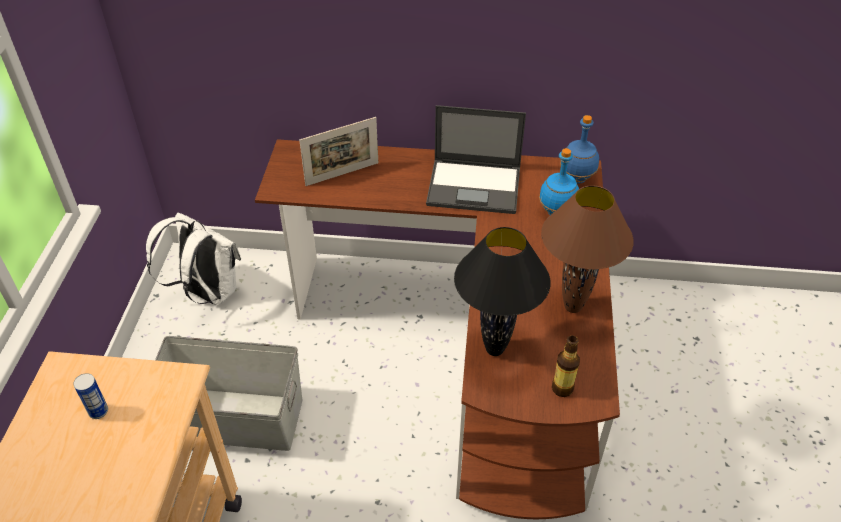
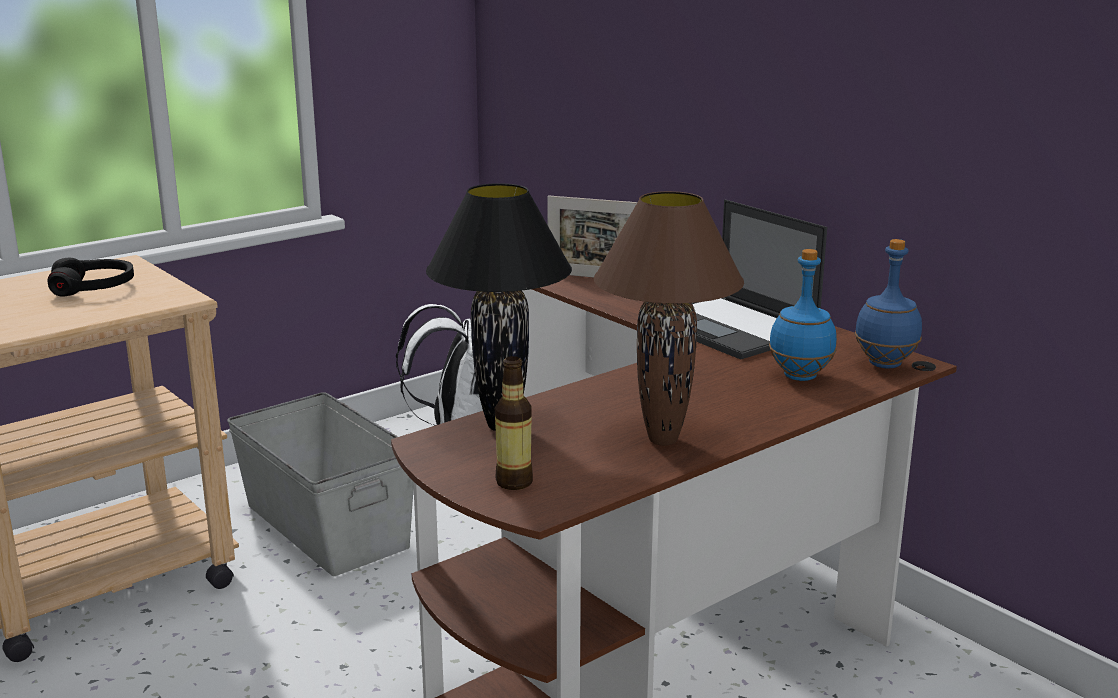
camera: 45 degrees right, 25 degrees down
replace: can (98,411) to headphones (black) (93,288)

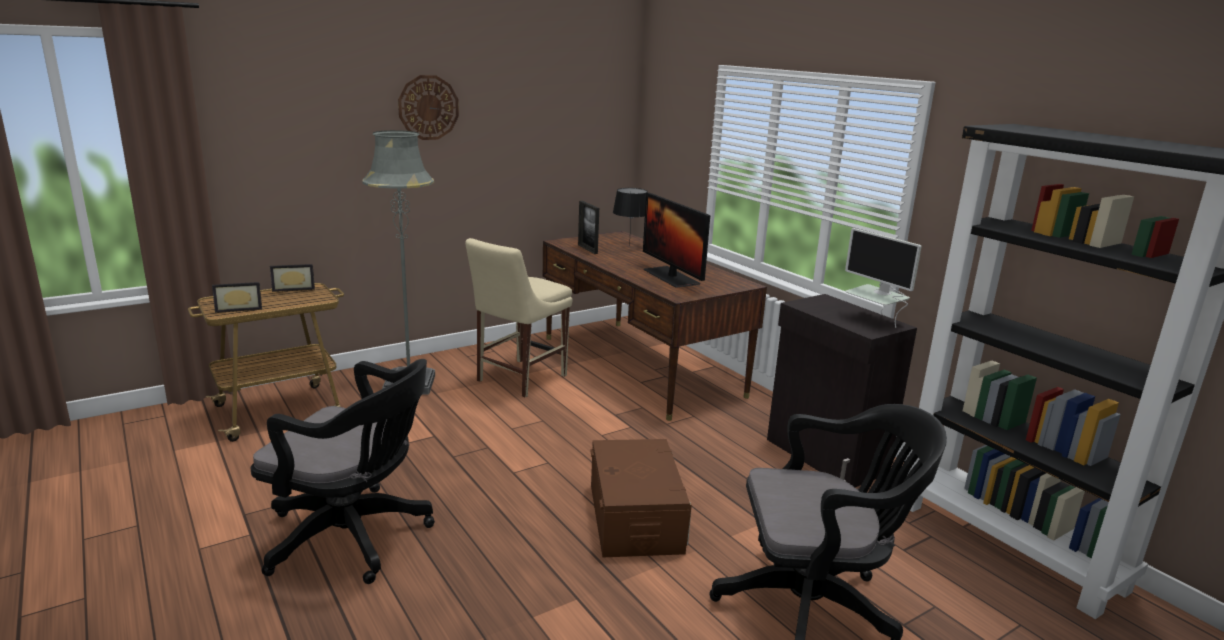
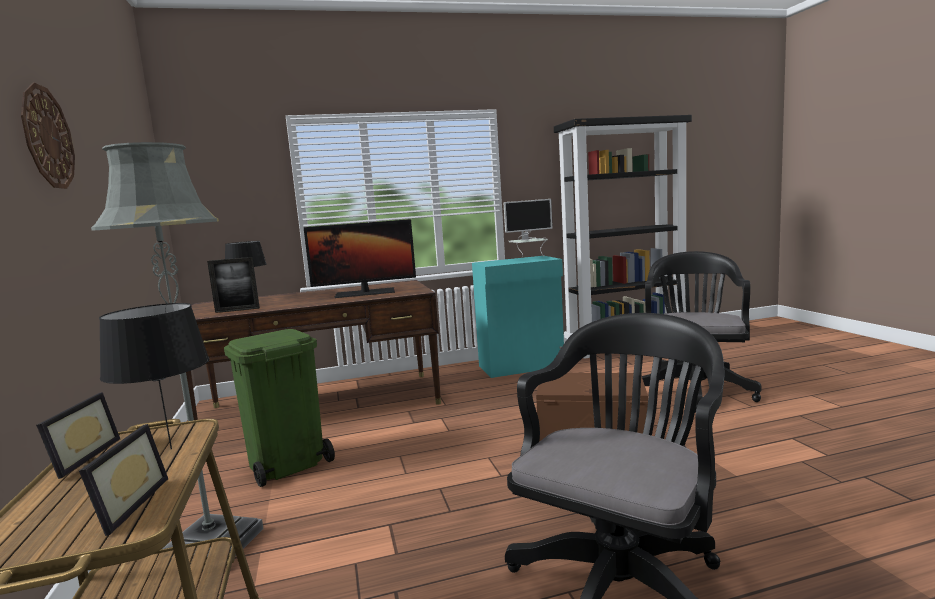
camera: 70 degrees left, 10 degrees down
insert: lamp for a table (black) (170,449)
replace: upright chair (beige) (518,379) to rubbish bin (green-coloured) (286,464)
recolor: cabinet (black) (825,456) to cabinet (blue-green) (522,366)

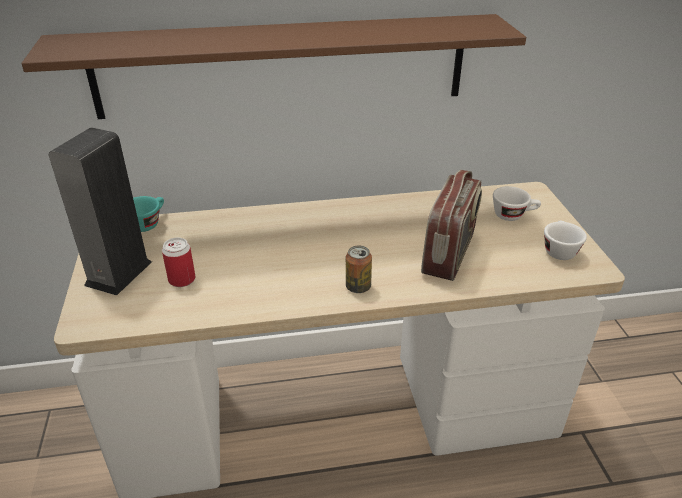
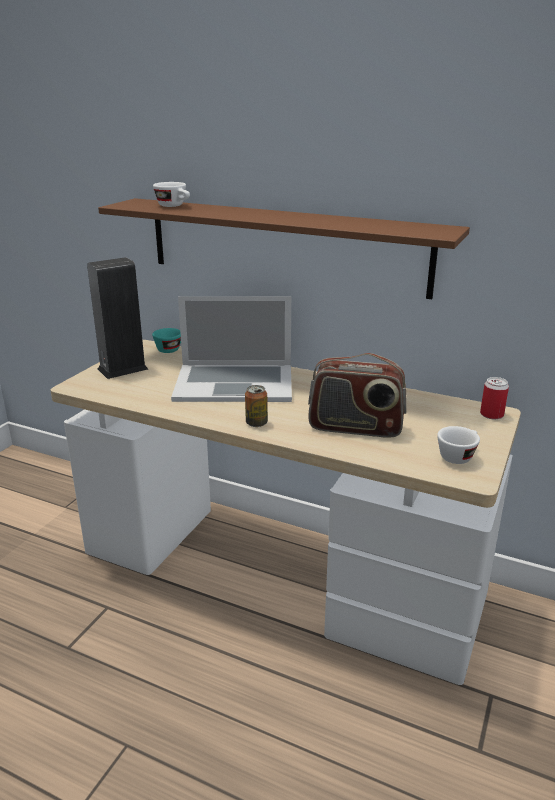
camera: 35 degrees right, 10 degrees down
insert: notebook computer (234,383)
move: can (182,279) to (491,415); drinking cup (white) (513,215) to (174,206)
rotate: radio (449,254) = (355,427) 45 degrees clockwise

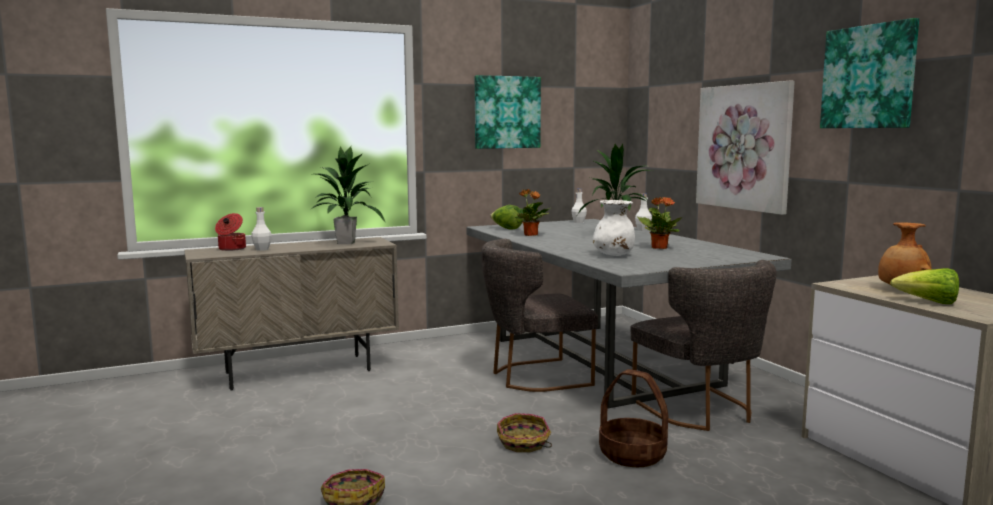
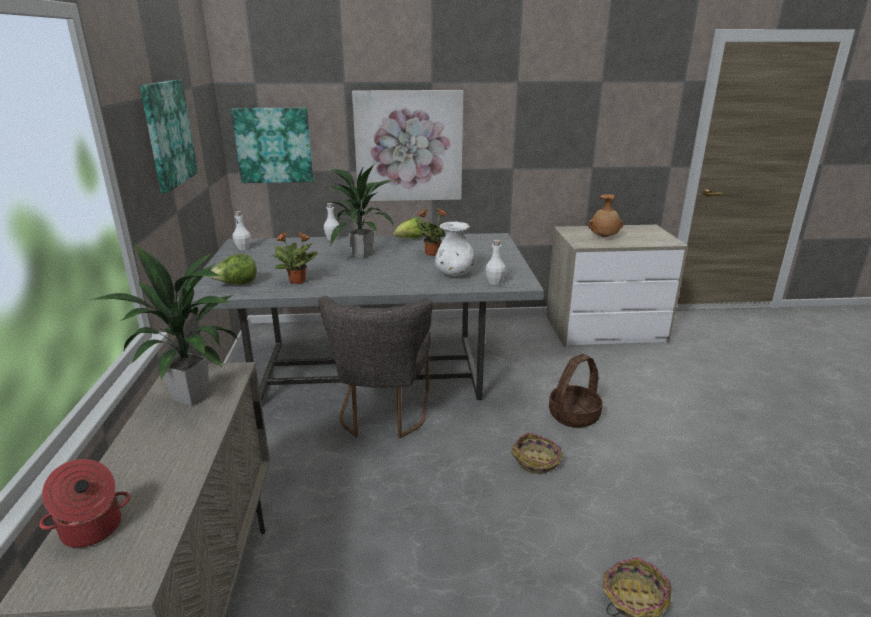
camera: 70 degrees left, 15 degrees up
delete: upright chair (gray) (701,411)
move: drink bottle (white) (262,249) to (494,282); wall art (868,77) to (274,145); lettuce (928,302) to (410,239)

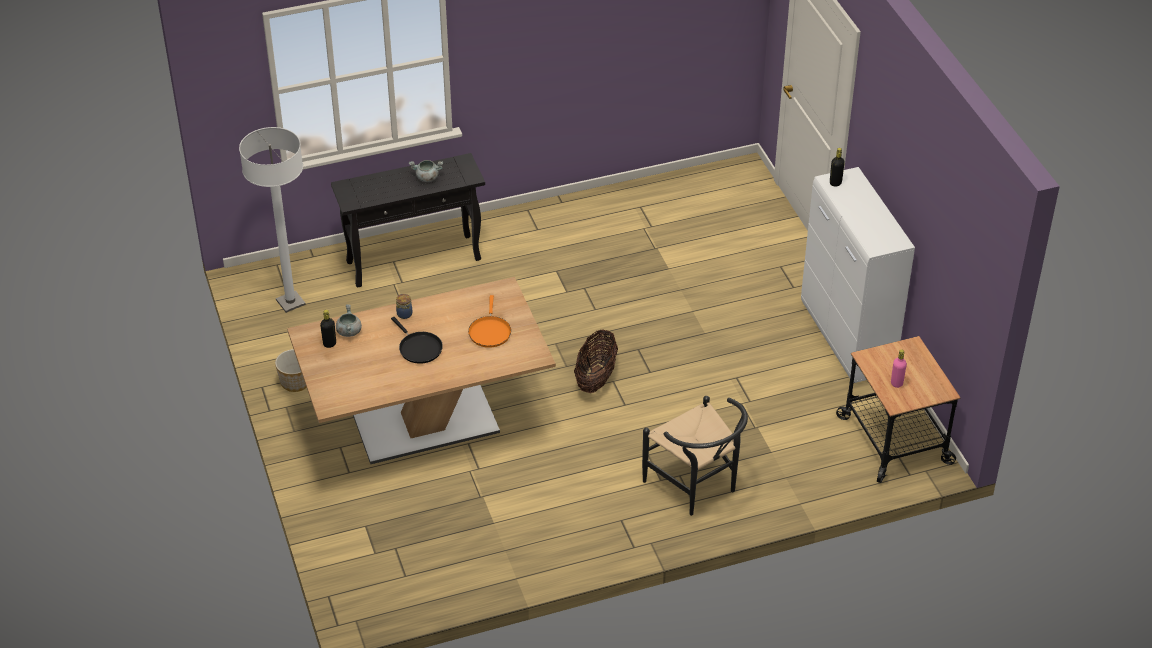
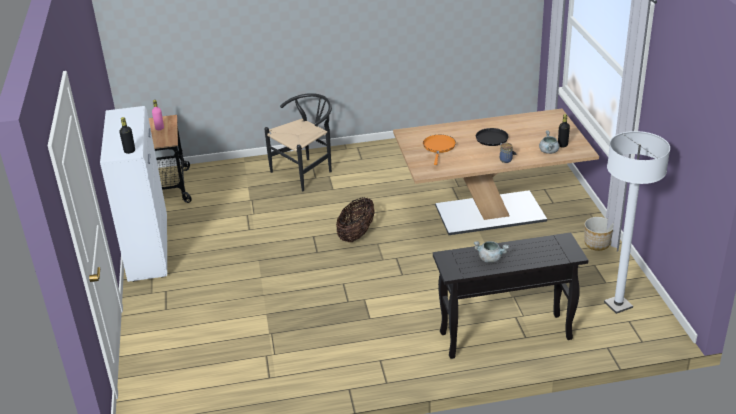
camera: 170 degrees left, 10 degrees down
rotate: upright chair (black) (697,487) = (306,171) 75 degrees clockwise

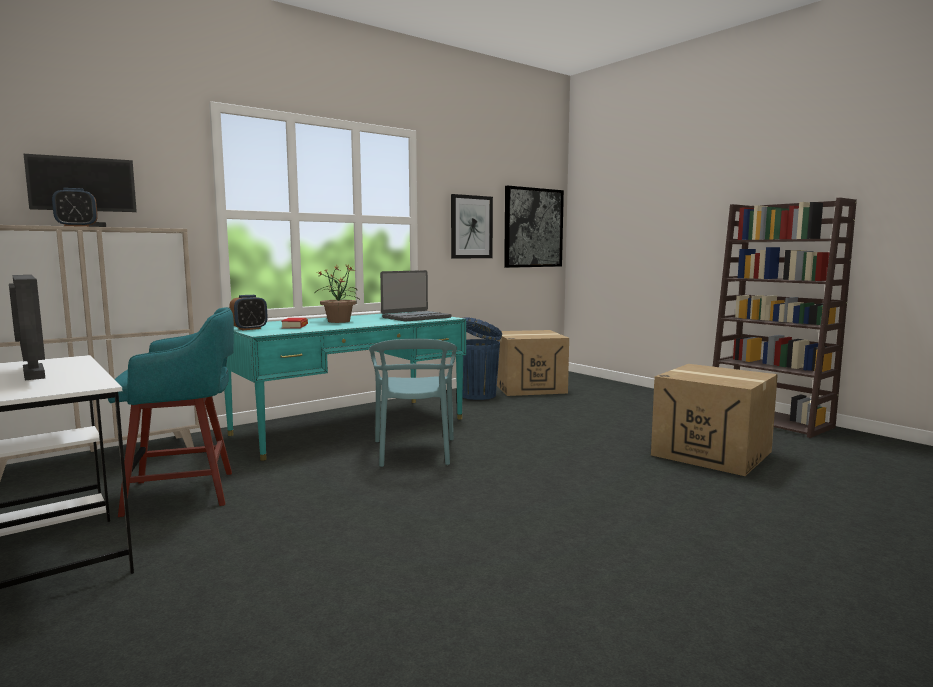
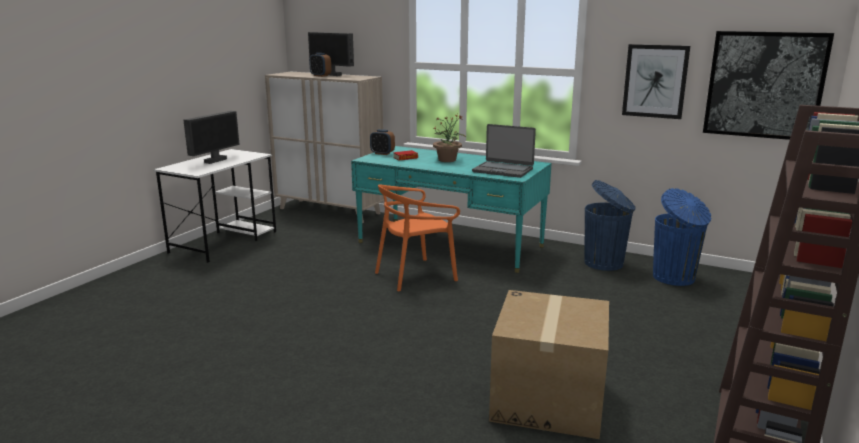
camera: 65 degrees right, 10 degrees up
delete: sitting stool (blue-green) (185,492)
replace: packing box (529,387) to rubbish bin (blue) (675,278)
recolor: upright chair (blue-green) (414,452) to upright chair (orange) (415,275)

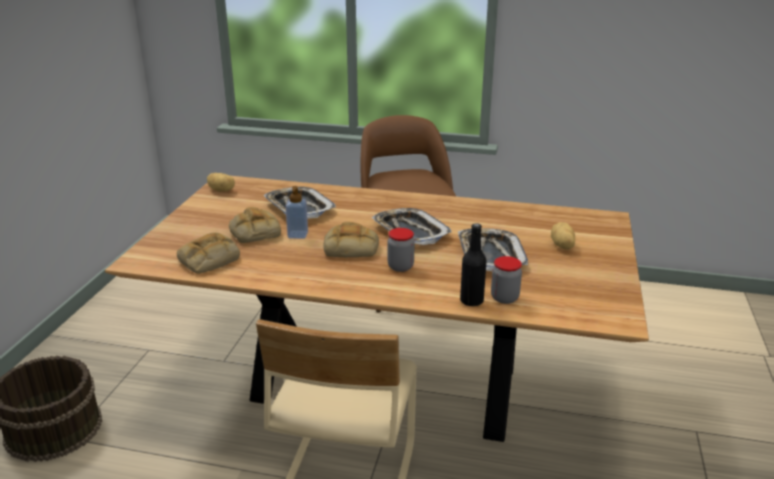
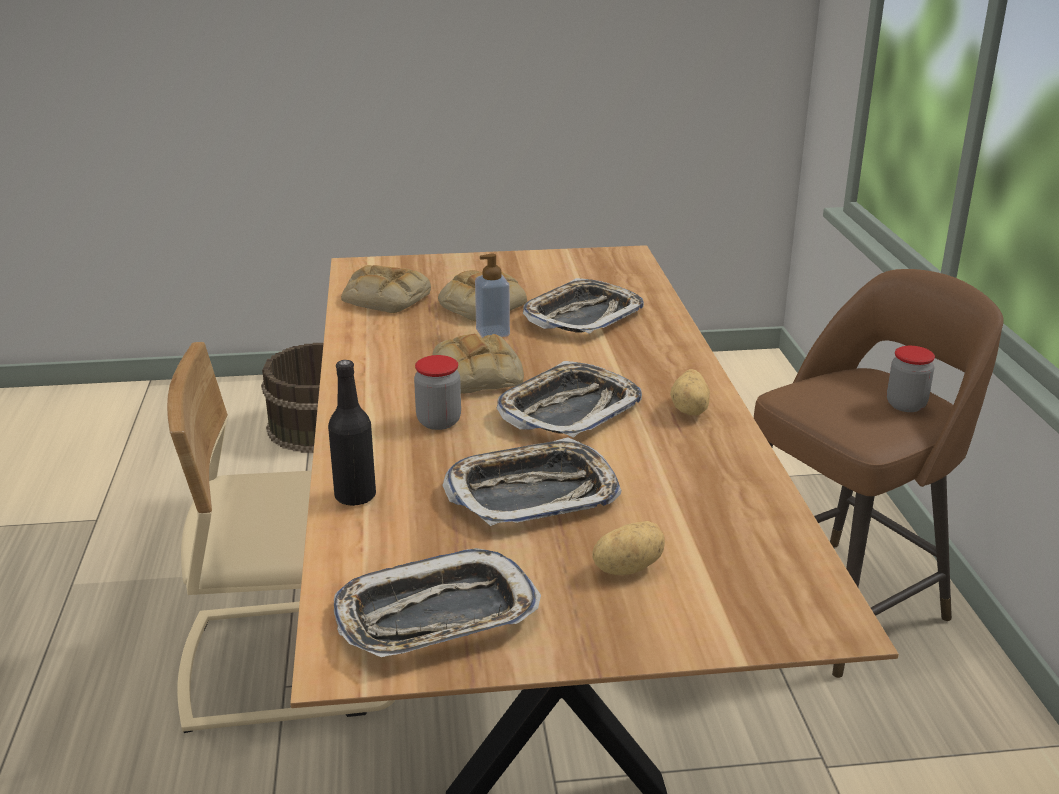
camera: 70 degrees right, 0 degrees up
insert: serving tray (436,617)
move: whole potato (222,190) to (690,410); preserve jar (504,298) to (906,405)

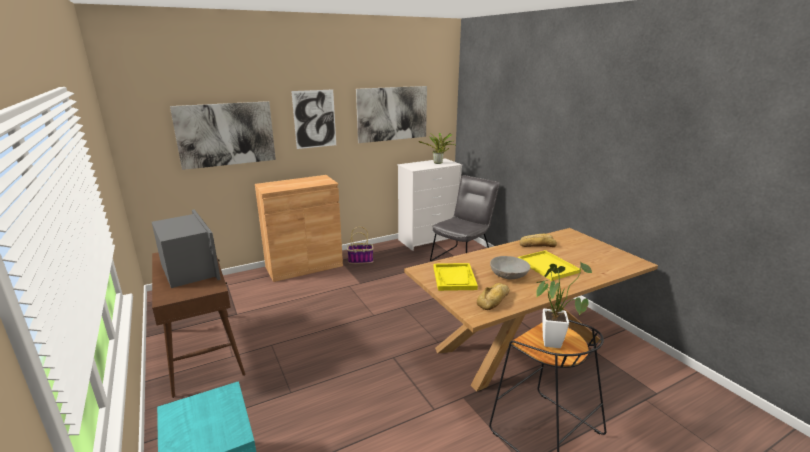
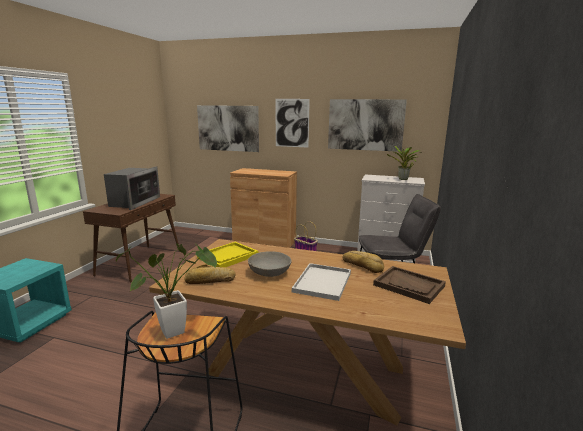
camera: 45 degrees right, 5 degrees down
insert: serving tray (brown-coloured) (409,285)
recolor: serving tray (yellowish) (546,266) to serving tray (white) (322,281)

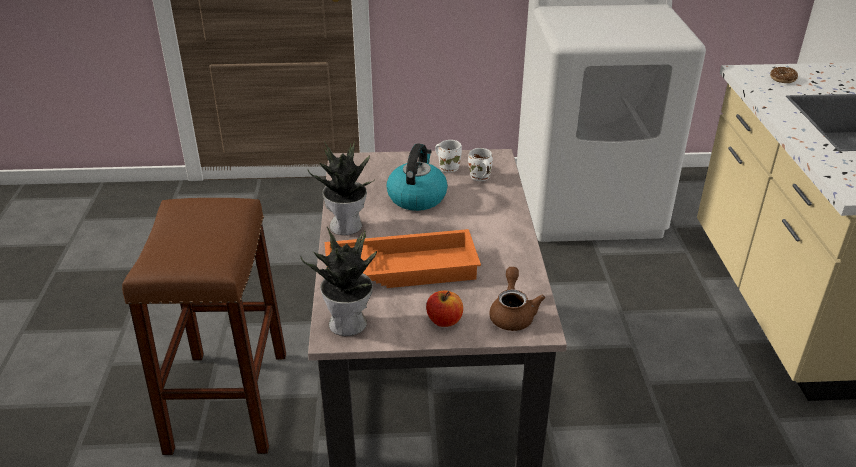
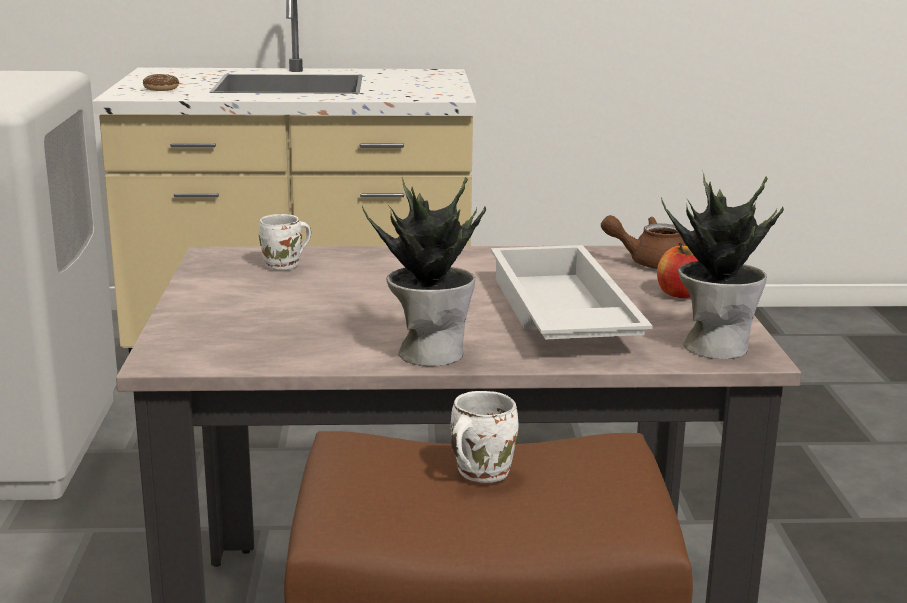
camera: 90 degrees left, 15 degrees down
delete: water kettle (417,197)
move: mug (white) (448,167) to (478,472)
recolor: serving tray (orange) (402,268) to serving tray (white) (558,315)

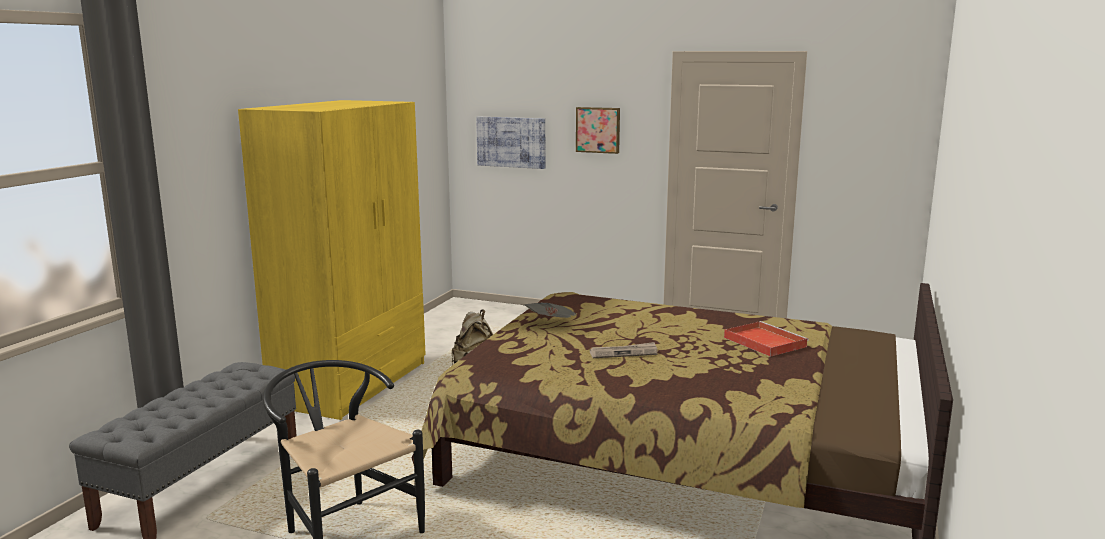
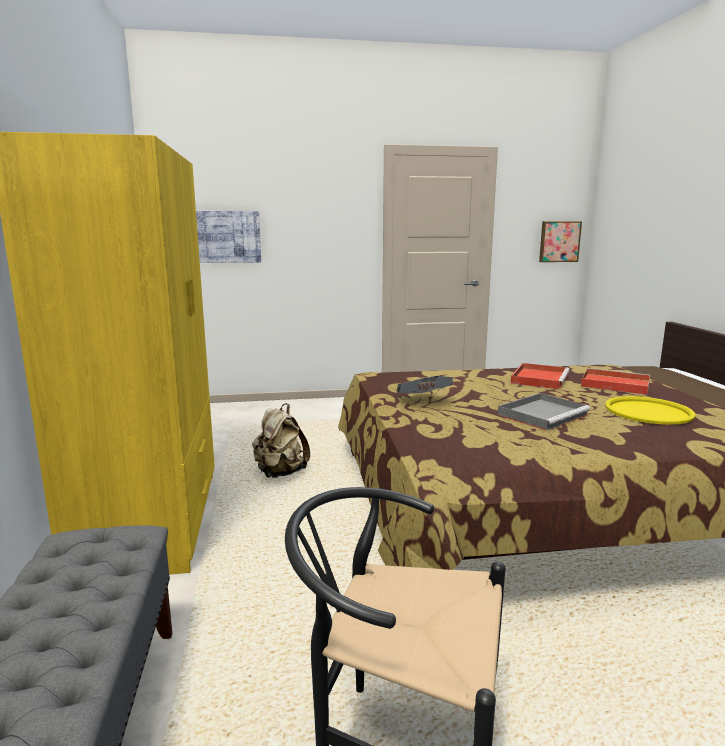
camera: 30 degrees left, 0 degrees up
insert: serving tray (reddish) (539,378); serving tray (yellowish) (648,411)
move: wall art (598,130) to (559,241)
replace: newspaper (624,353) to serving tray (gray) (543,414)

